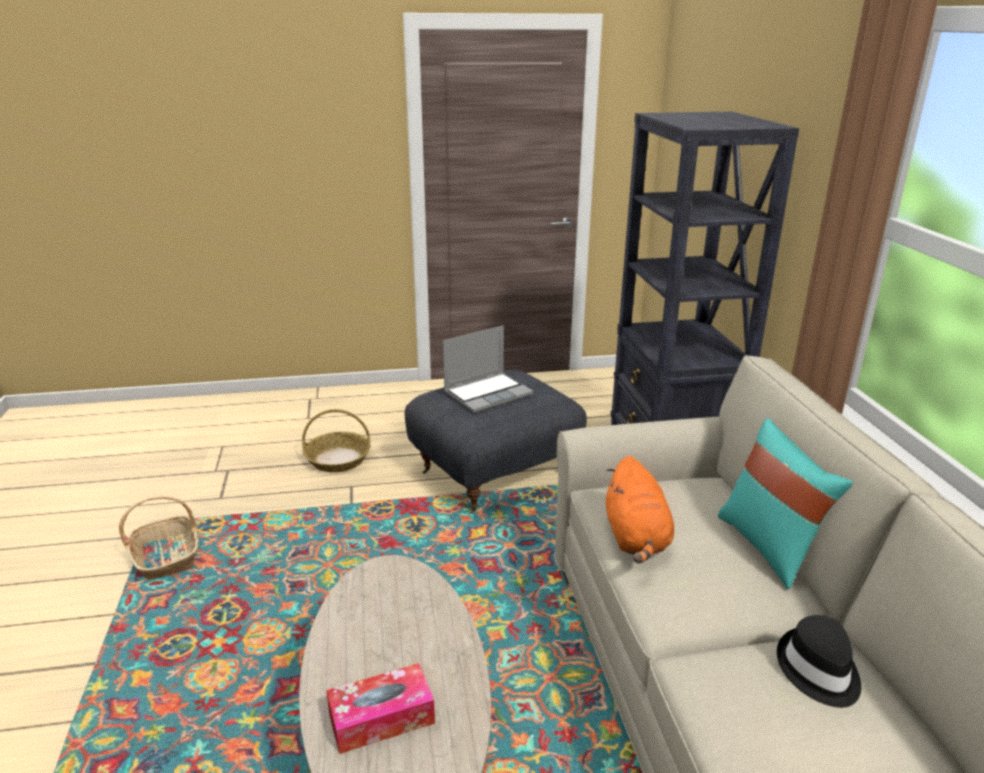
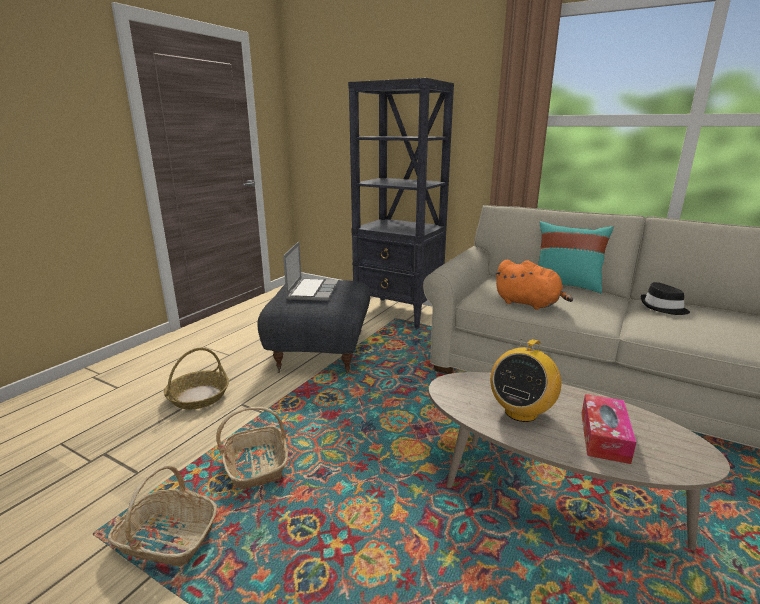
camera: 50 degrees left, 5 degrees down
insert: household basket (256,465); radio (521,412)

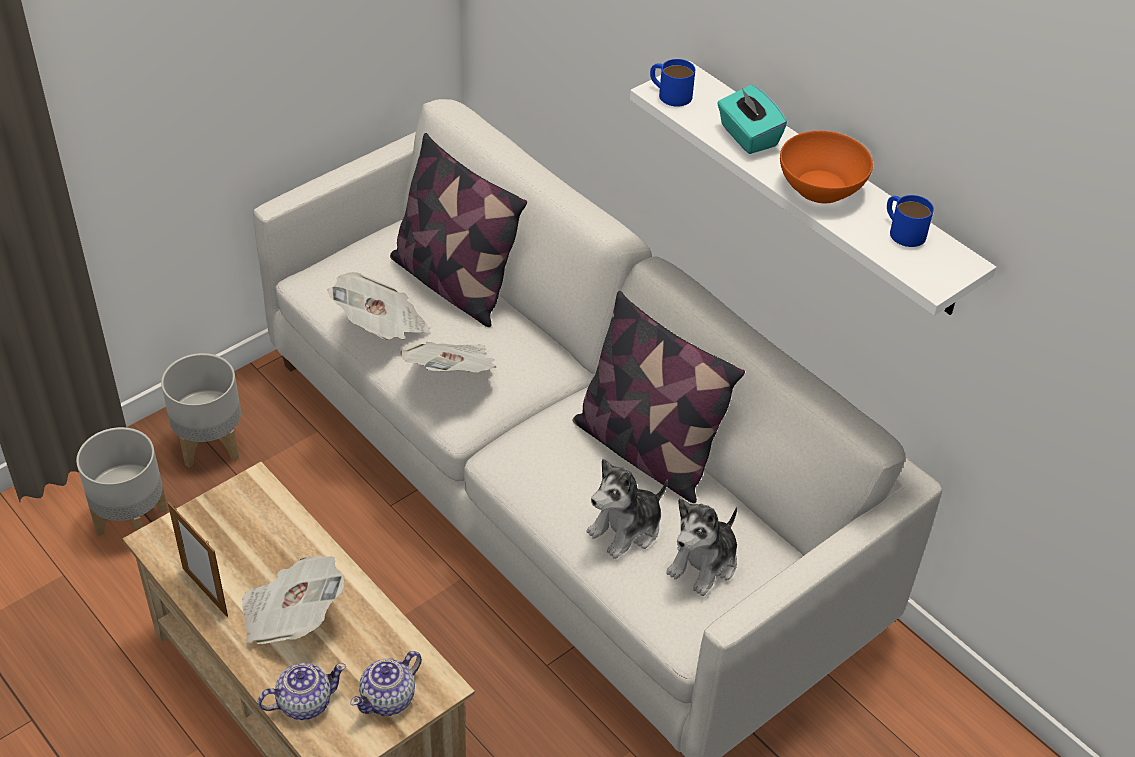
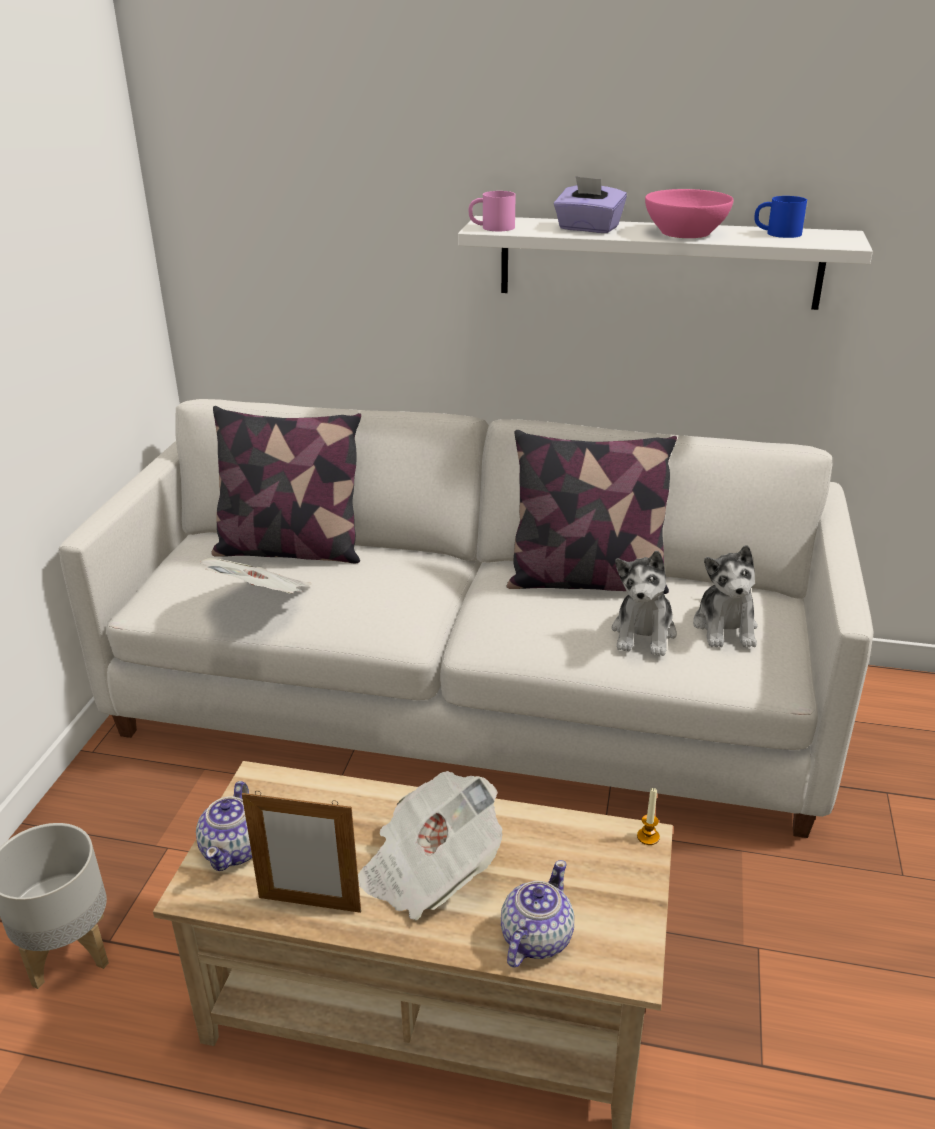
camera: 35 degrees left, 15 degrees down
delete: flower pot (gray) (211,445); newspaper (452,374)
insert: wax candle (648,837)
move: tea pot (389,698) to (235,849)
recolor: mug (blue) (669,93) to mug (pink-coloured) (491,227); tissue box (blue-green) (748,136) to tissue box (purplish) (588,228); bowl (orange) (820,187) to bowl (pink-coloured) (685,232)

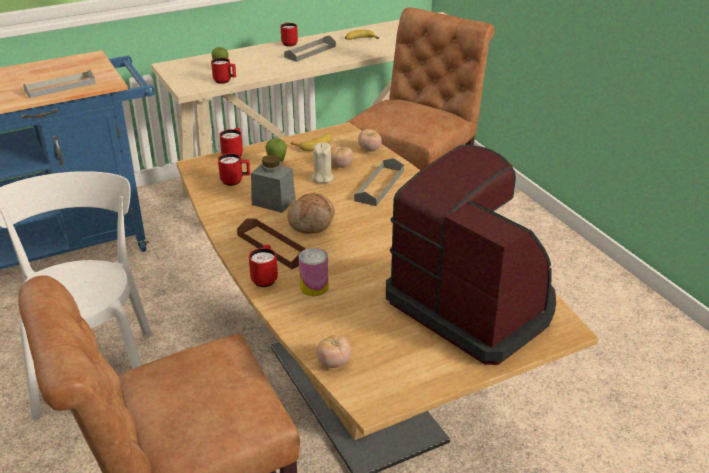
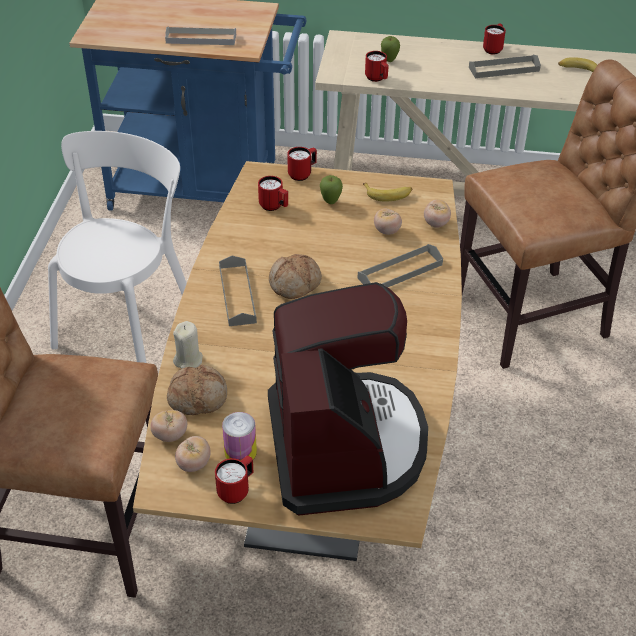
camera: 35 degrees right, 10 degrees up
delete: preserve jar (gray) (273,202)
insert: baked bread (198,397); tomato (194,464)
move: mug (reddish) (265,278) to (236,490); can (314,287) to (240,452); wax candle (beige) (322,178) to (188,360)
recolor: serving tray (brown-coloured) (274,246) to serving tray (gray) (237,295)

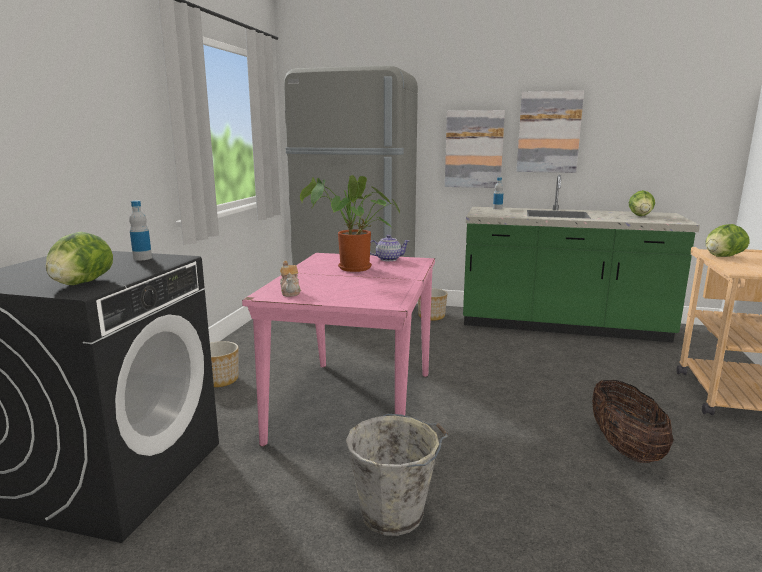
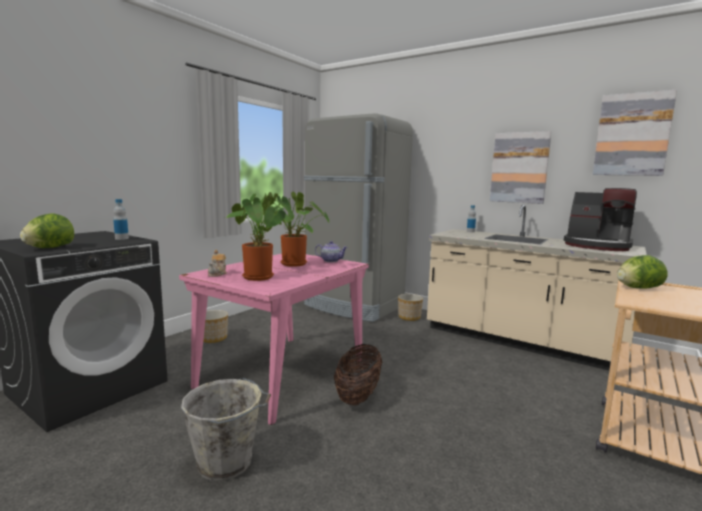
camera: 20 degrees right, 5 degrees down
insert: plant in a pot (261,278)
move: wall art (474,149) to (632,135); household basket (624,448) to (358,395)
replace: lettuce (640,216) to coffee brewer (597,246)
recolor: kitchen base unit (green-coloured) (562,326) to kitchen base unit (beige) (520,342)

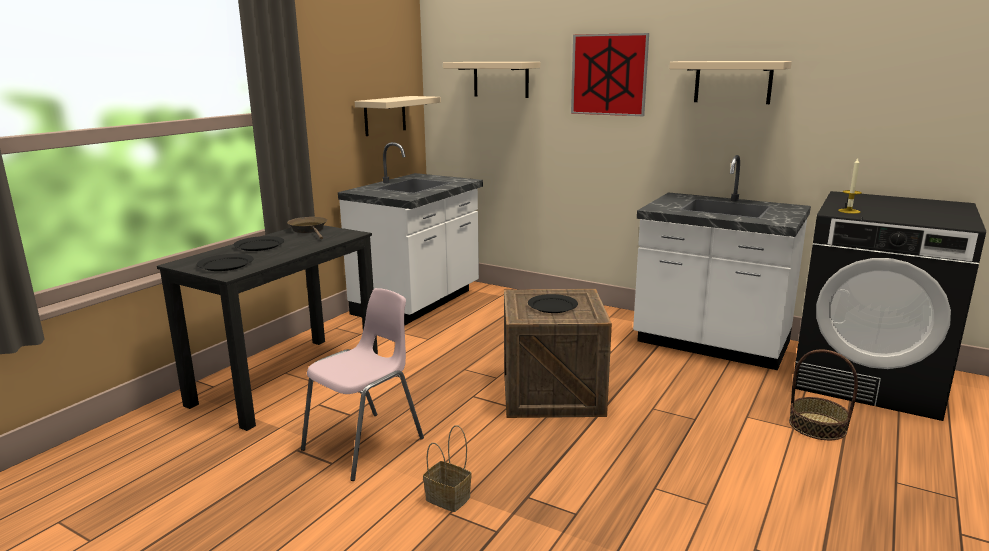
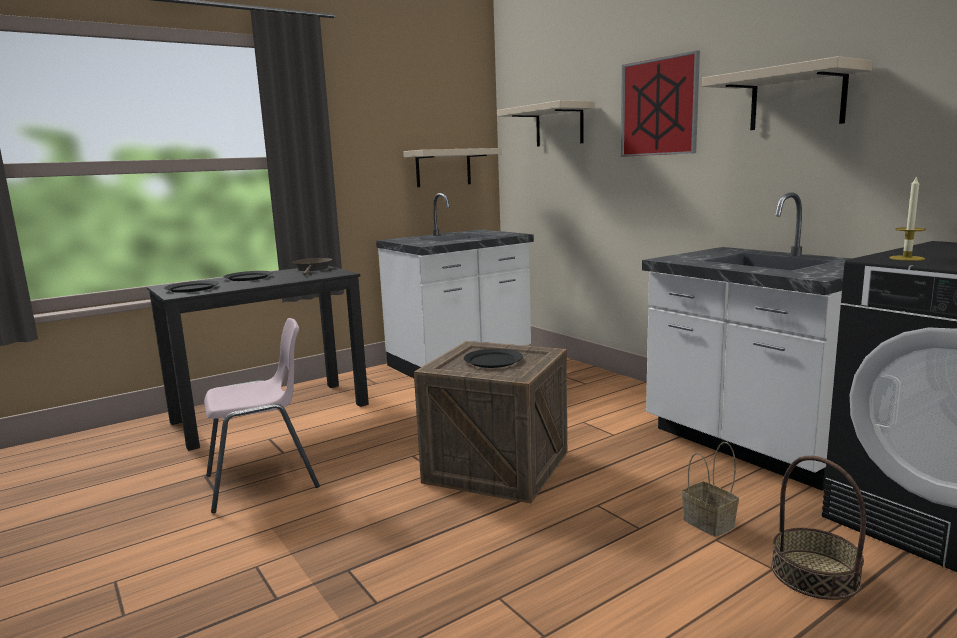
camera: 25 degrees right, 5 degrees down
move: household basket (449,498) to (710,523)

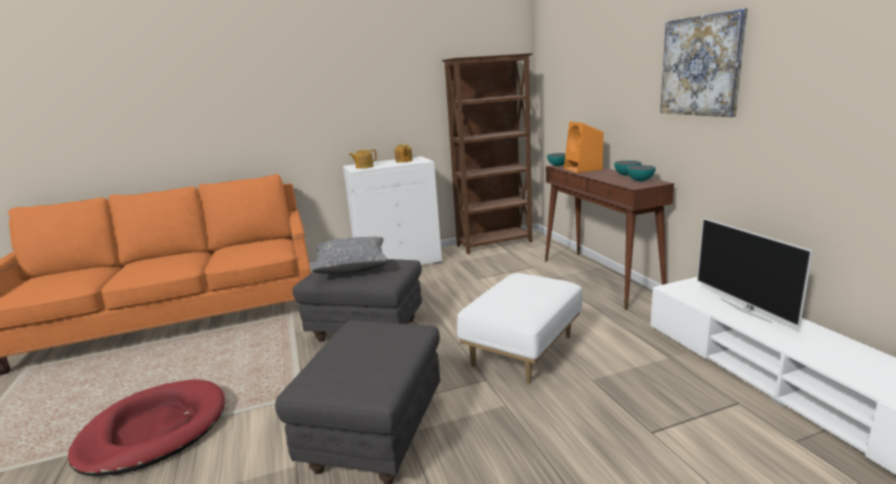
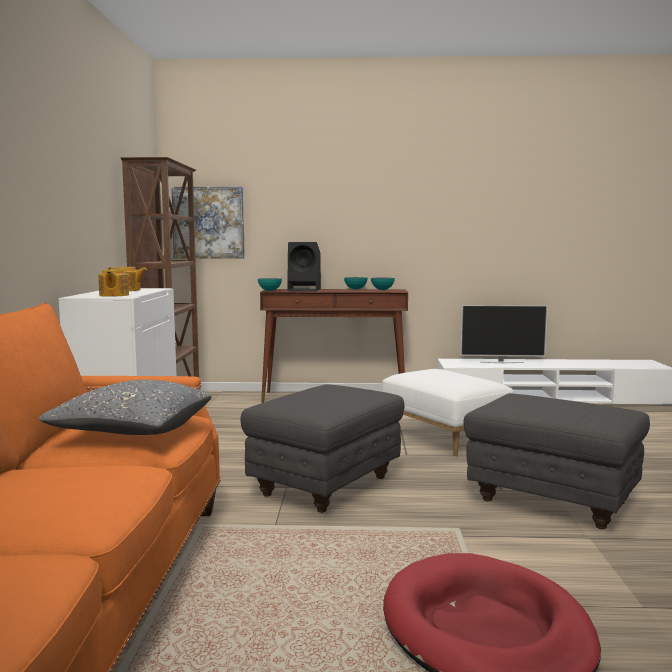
camera: 70 degrees left, 10 degrees down
move: pillow (gray) (352,267) to (132,431); wall art (701,66) to (208,222)
recolor: speaker (orange) (583,169) to speaker (black) (305,290)

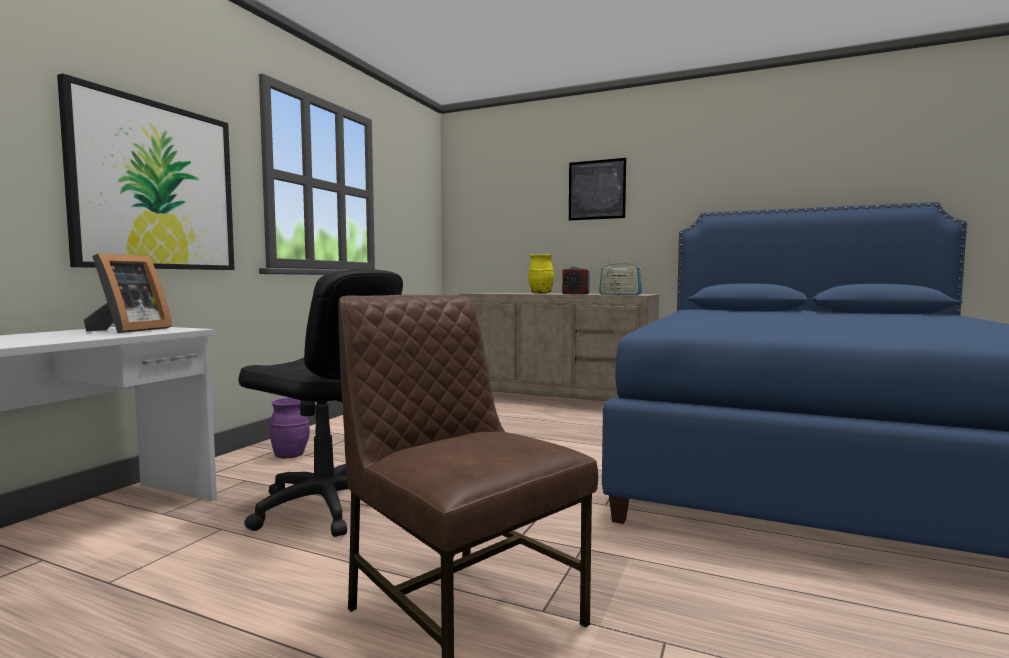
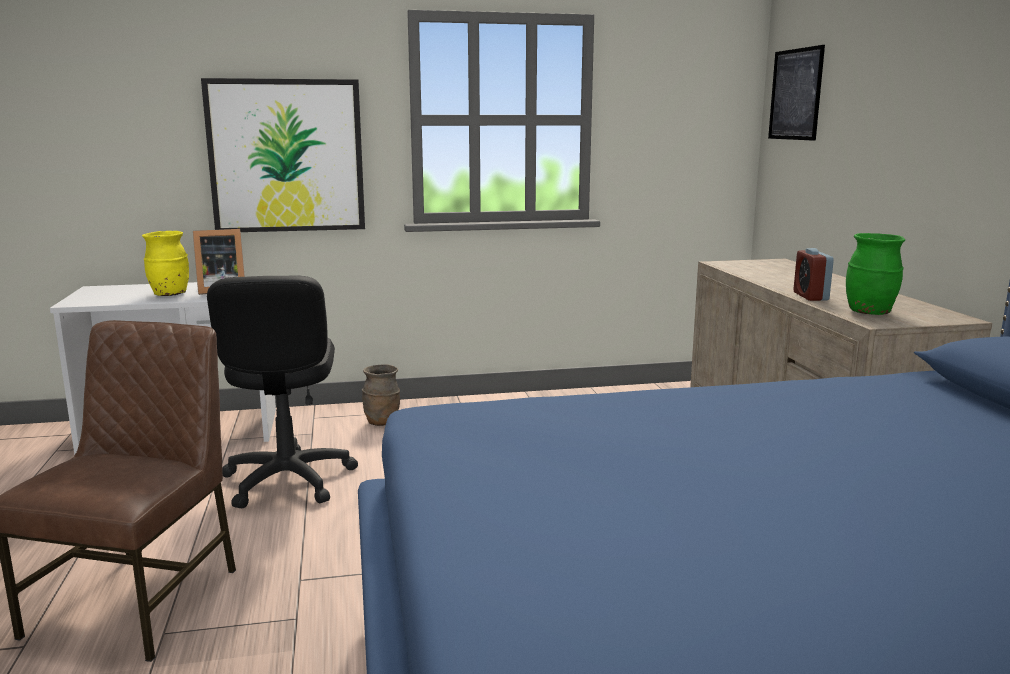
camera: 55 degrees right, 10 degrees up
move: decorative vase (yellowish) (541,293) to (169,294); wall art (597,190) to (795,94)
replace: radio (620,294) to decorative vase (green-coloured) (870,313)
recolor: decorative vase (purplish) (290,455) to decorative vase (brown-coloured) (382,422)

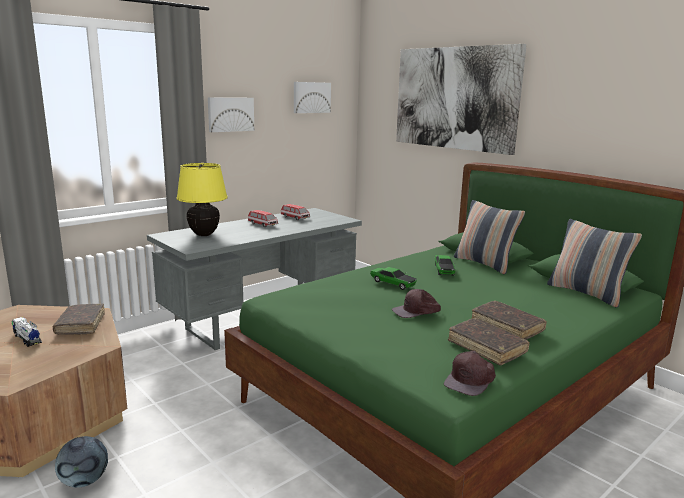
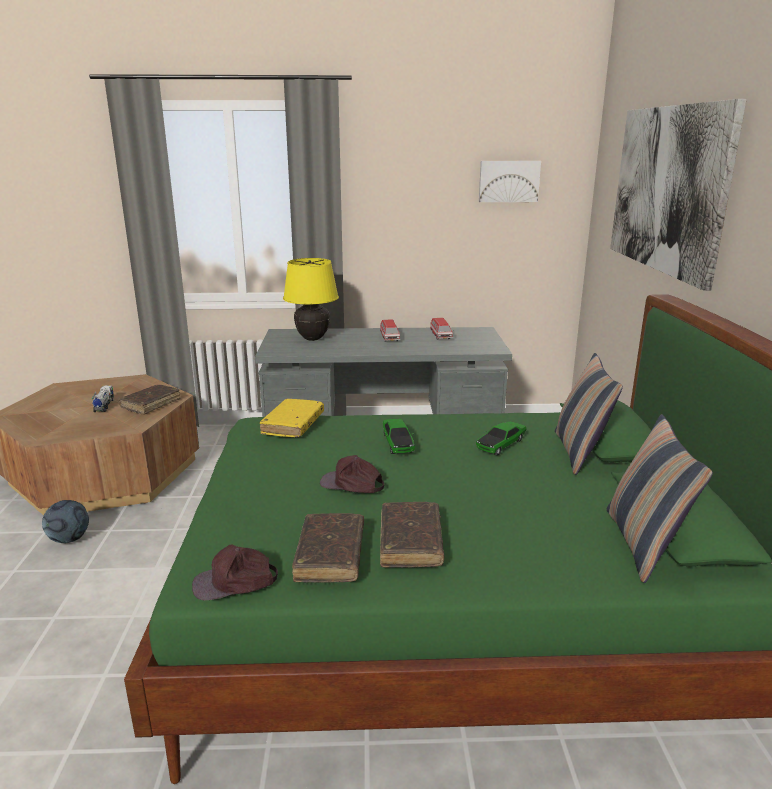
camera: 40 degrees right, 5 degrees up
delete: wall art (230,114)
insert: book (yellowish) (293,425)

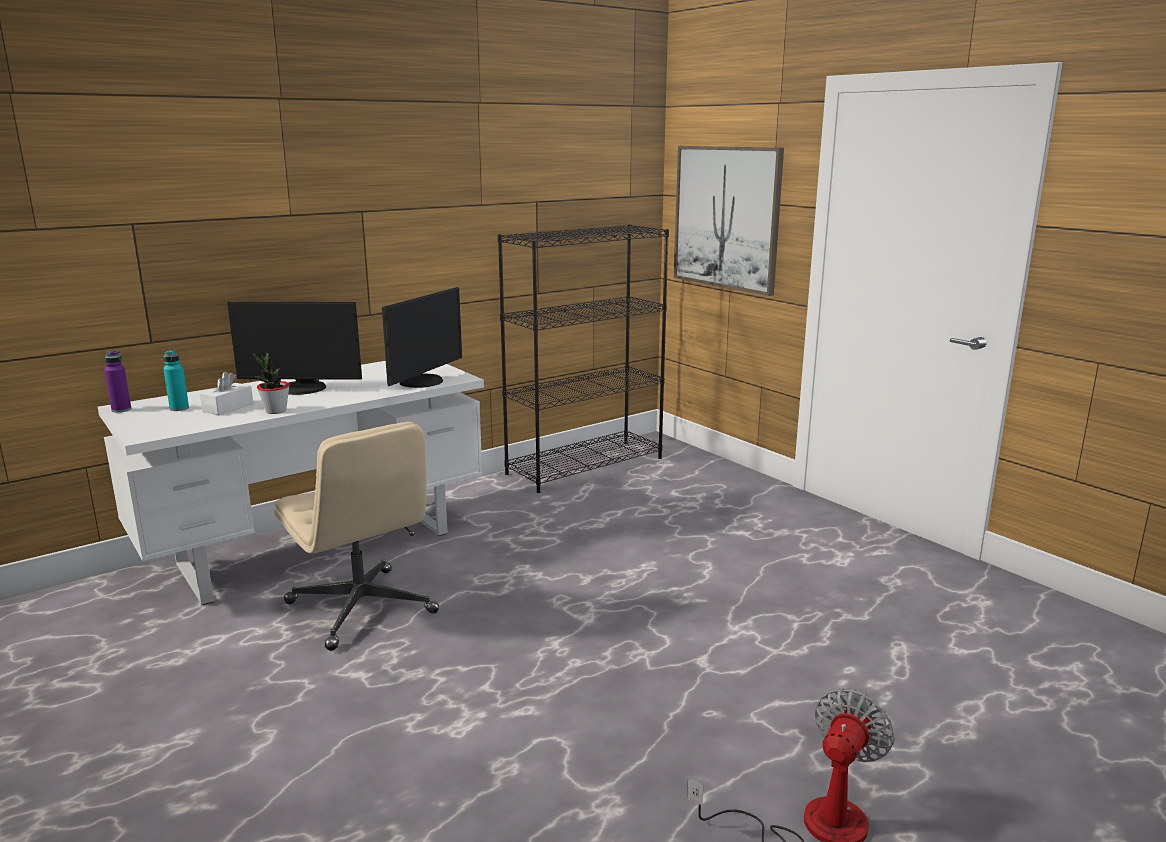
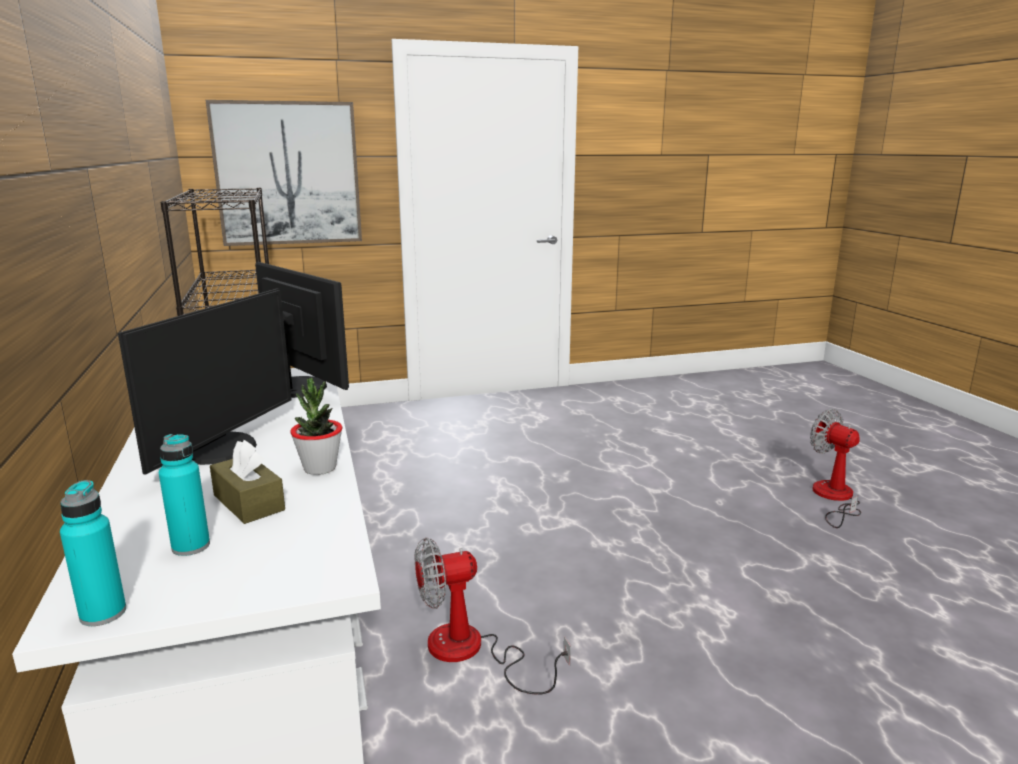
camera: 70 degrees left, 0 degrees up
replace: office chair (beige) (362,608) to fan (471,652)
recolor: drink bottle (purplish) (121,410) to drink bottle (blue-green) (103,613); tissue box (white) (228,407) to tissue box (brown-coloured) (249,502)

